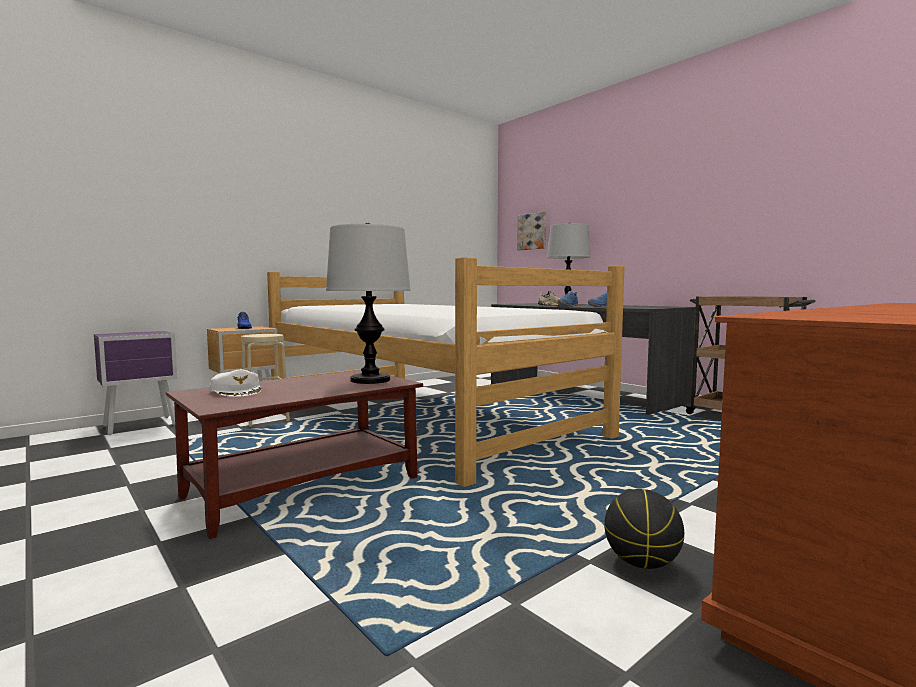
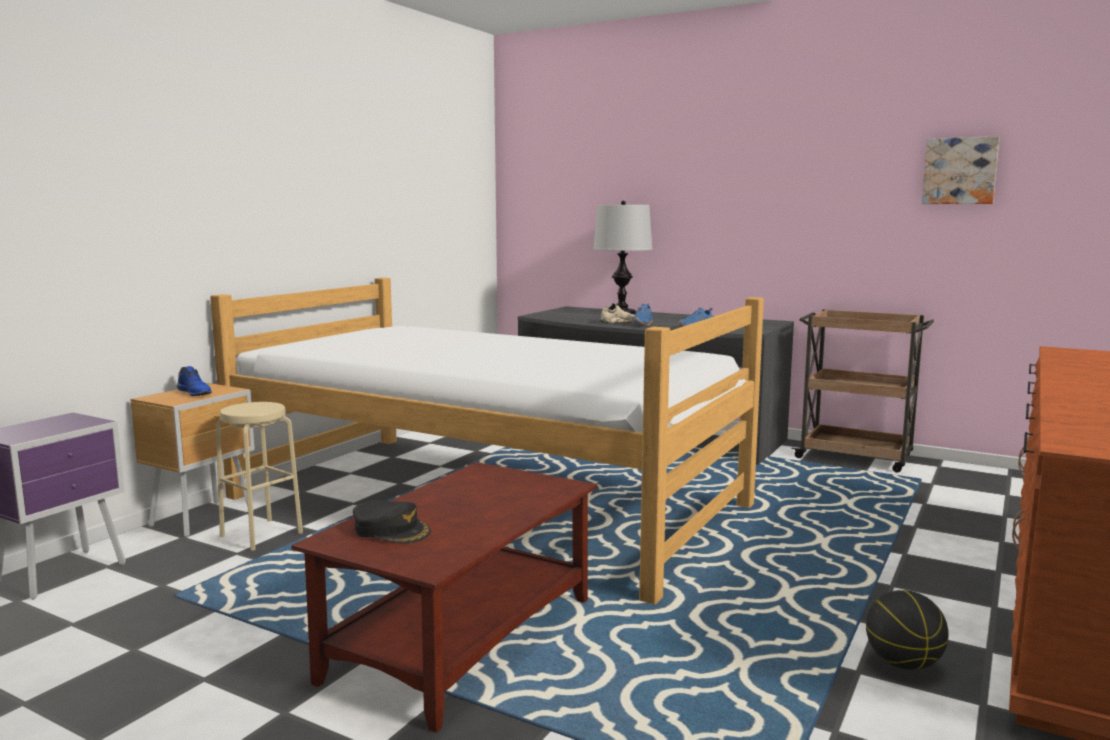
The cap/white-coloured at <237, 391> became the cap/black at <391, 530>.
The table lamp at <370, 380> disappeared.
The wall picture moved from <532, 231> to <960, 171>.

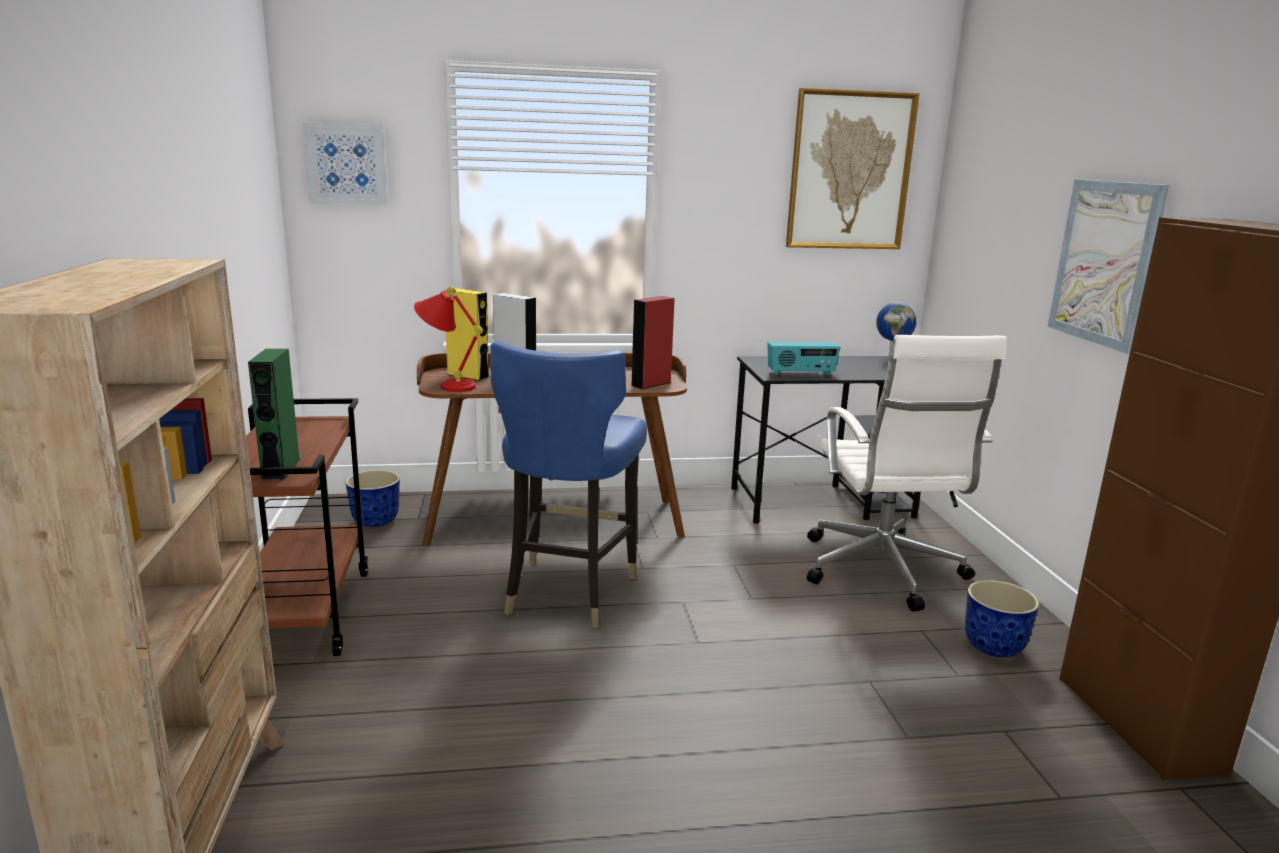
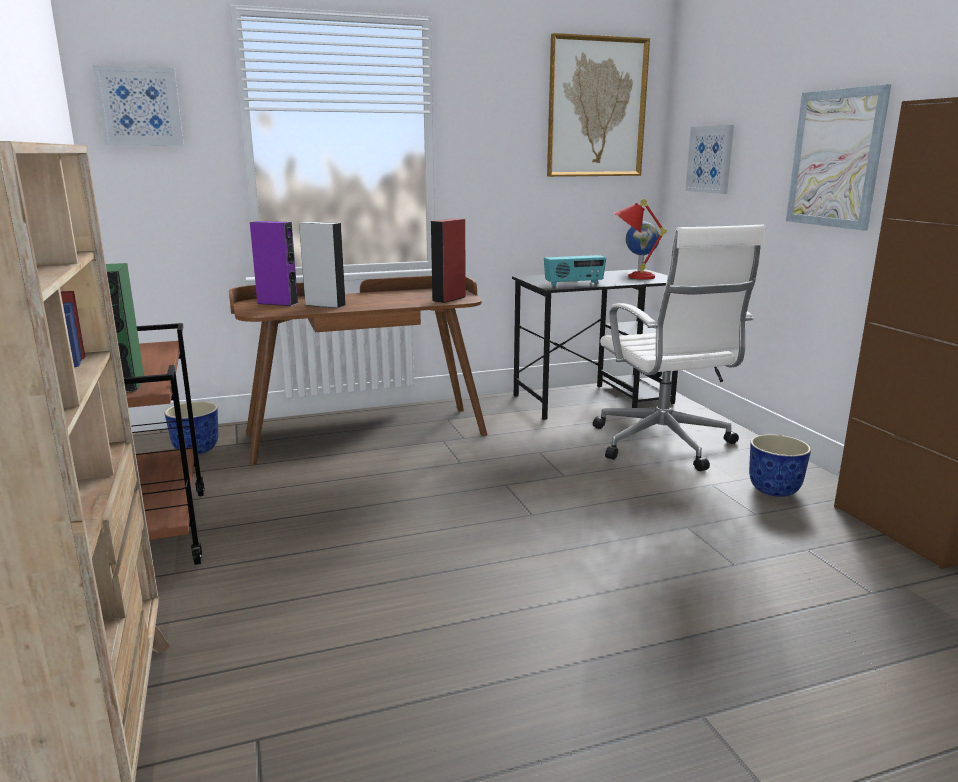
The table lamp/red moved from <446, 386> to <631, 277>.
The speaker/yellowish at <468, 376> became the speaker/purplish at <277, 303>.
The upright chair/blue at <568, 591> disappeared.
The wall picture at <710, 159> appeared.

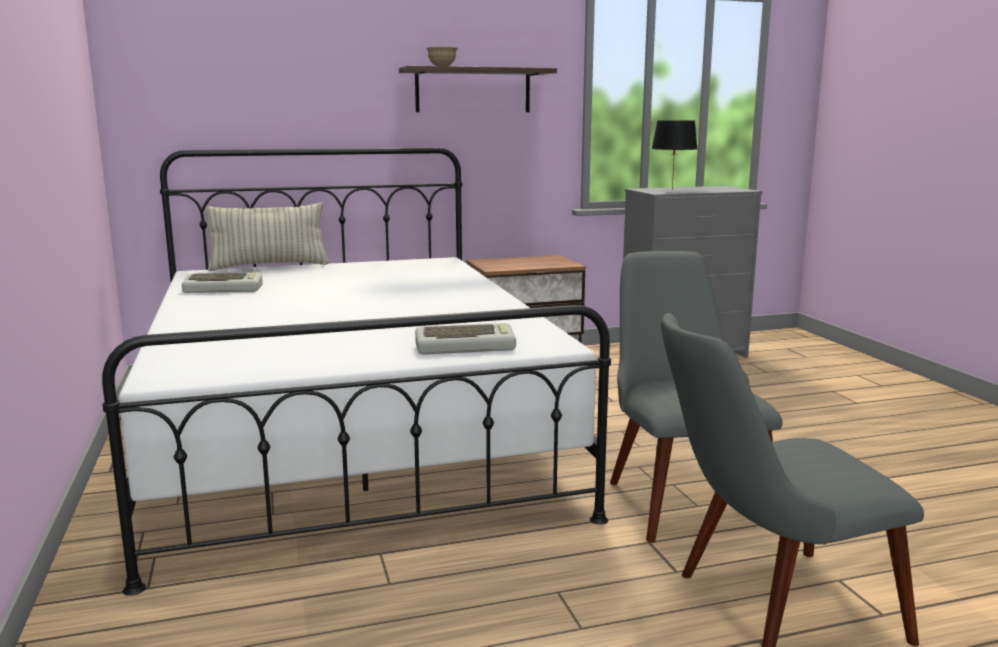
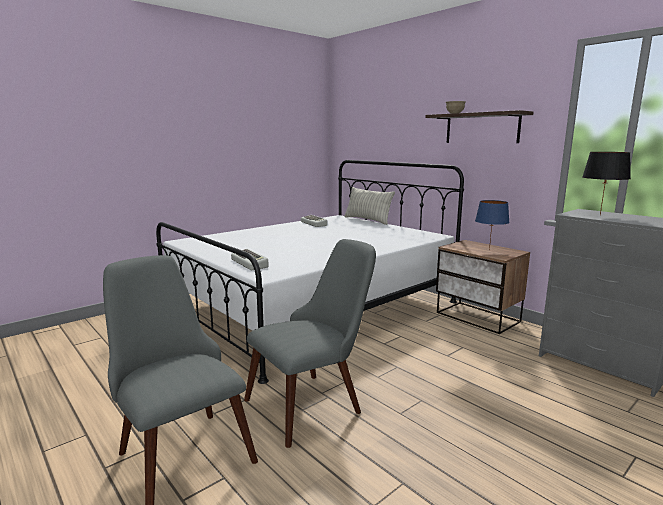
The table lamp/blue at <489, 250> appeared.

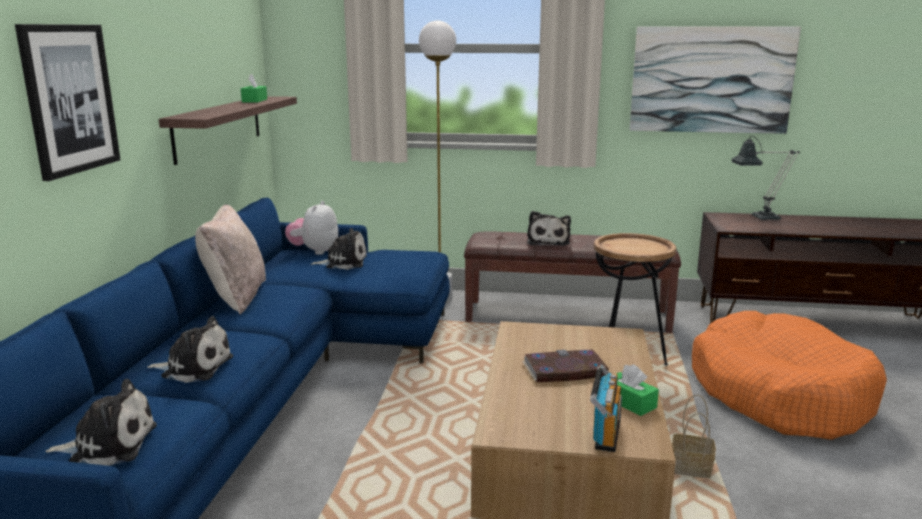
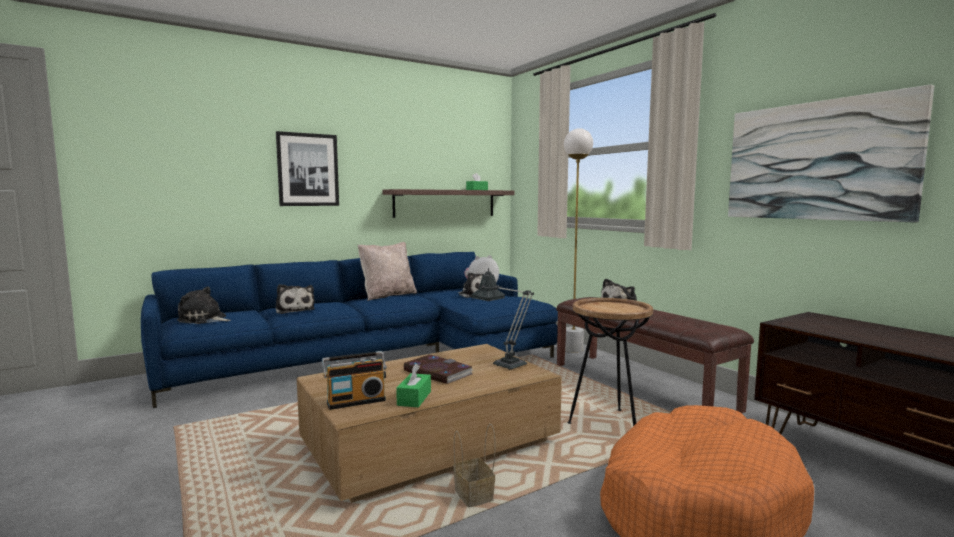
The cuddly toy at <109, 444> turned 150 degrees clockwise.
The table lamp moved from <759, 218> to <504, 363>.

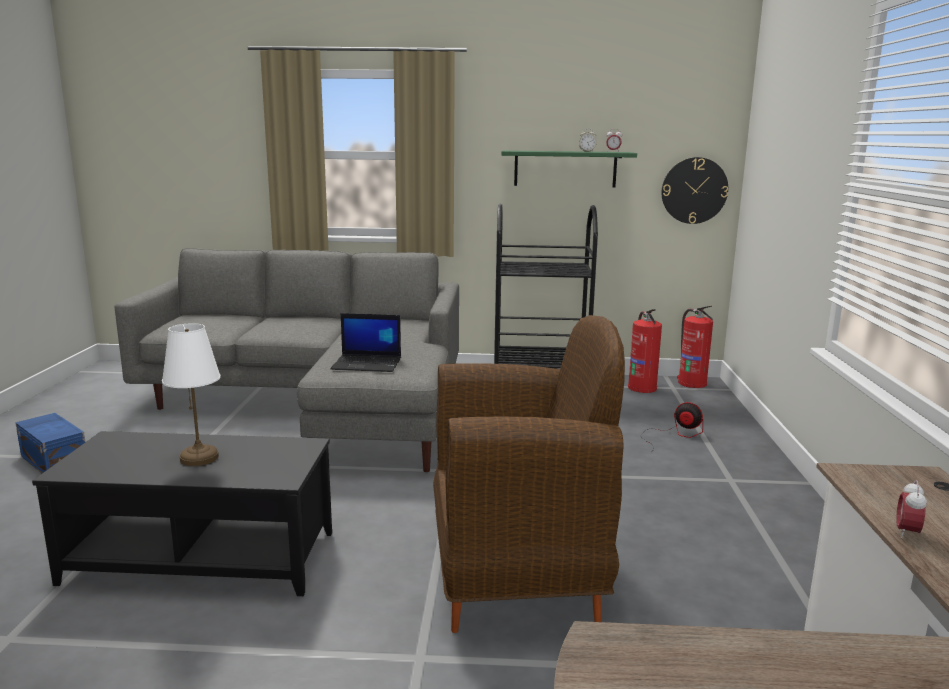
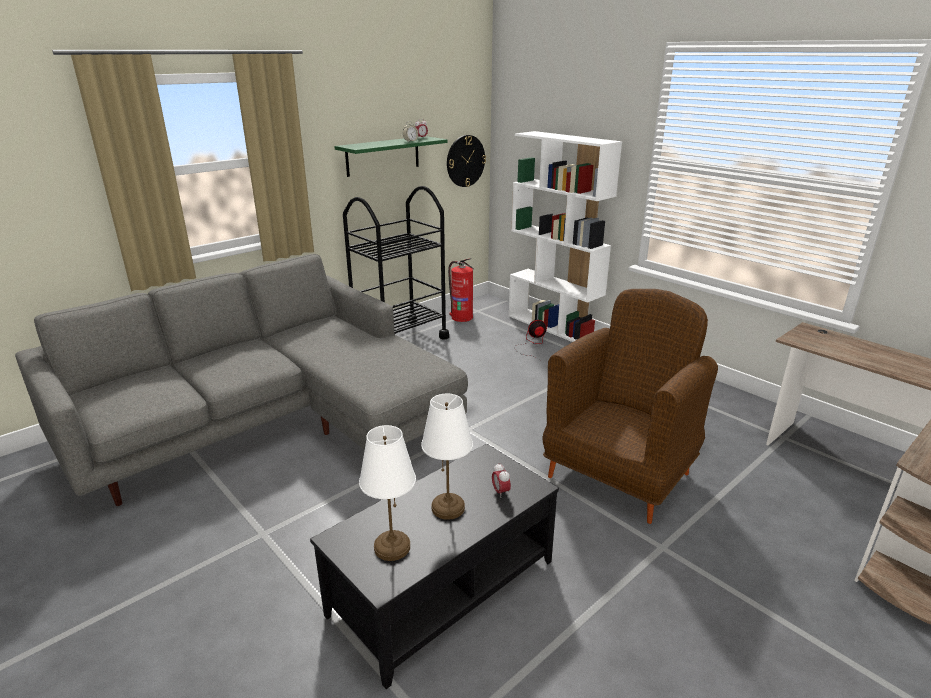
The storage bin/blue at <55, 460> disappeared.
The laptop at <368, 364> disappeared.
The extinguisher at <691, 383> disappeared.
The alarm clock moved from <906, 533> to <500, 492>.
The table lamp/white-coloured at <391, 548> appeared.
The bookshelf/white-coloured at <553, 326> appeared.

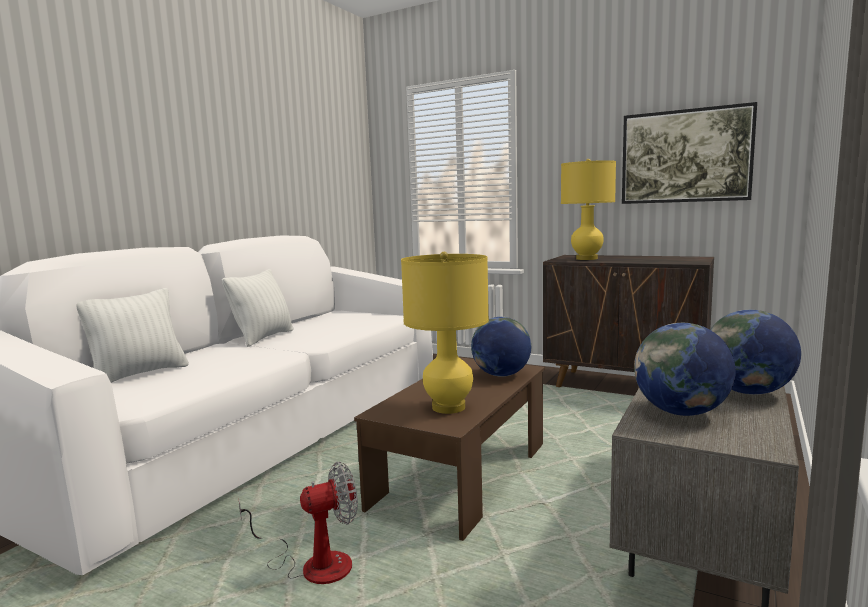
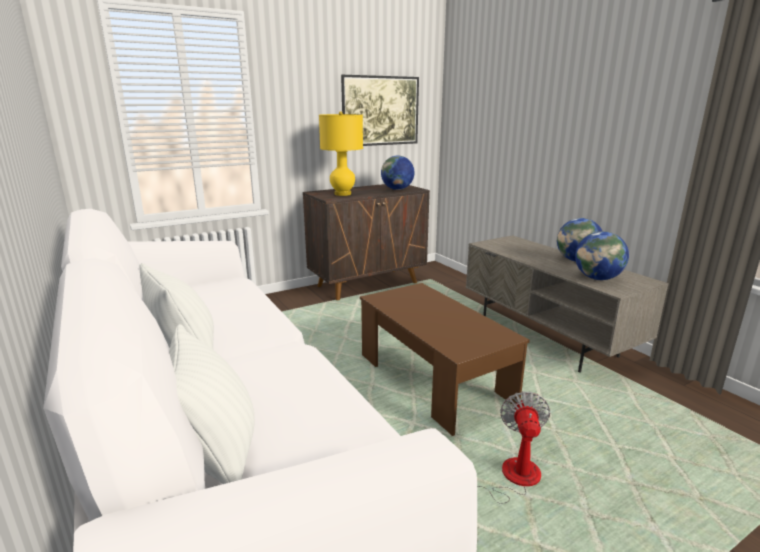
The table lamp/yellowish at <448, 407> disappeared.
The world globe moved from <501, 375> to <397, 189>.

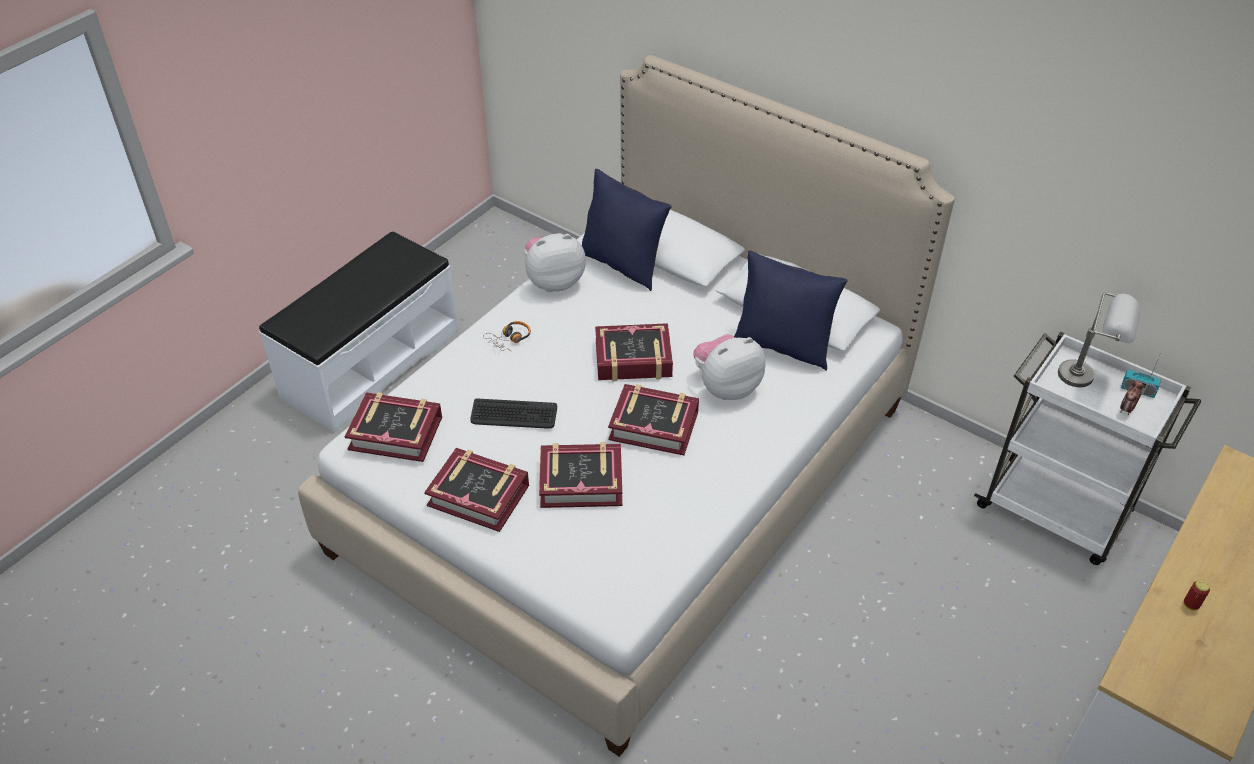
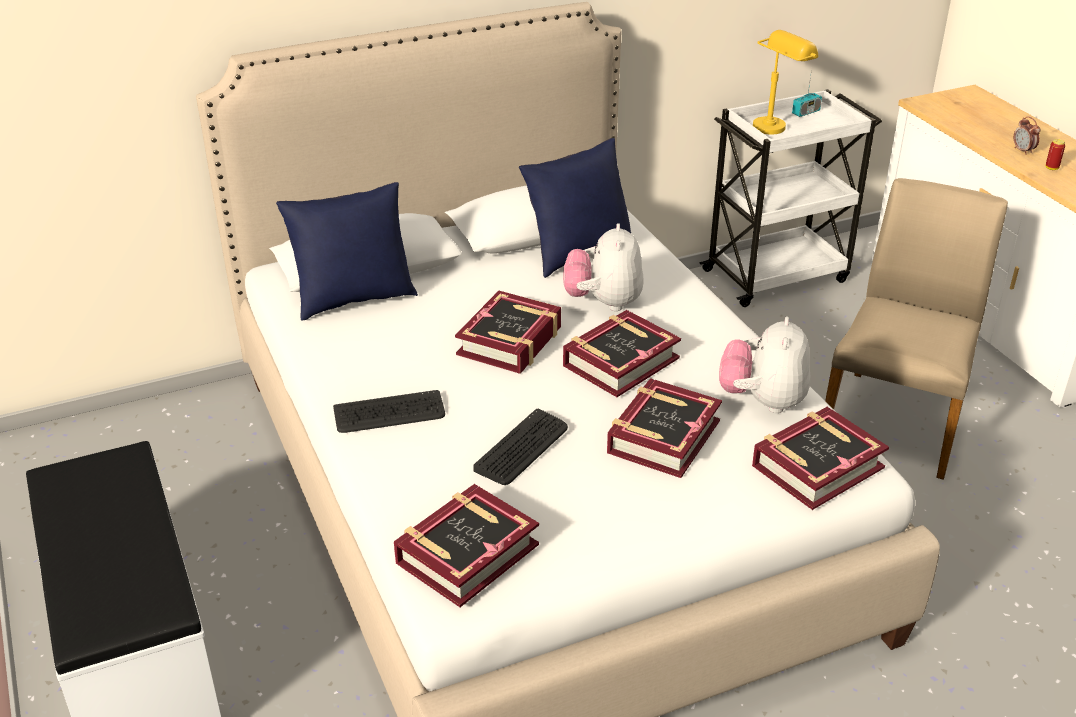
The book moved from <479, 495> to <817, 466>.
The pair of headphones at <509, 339> was replaced by the computer keyboard at <389, 413>.
The cuddly toy moved from <554, 281> to <762, 401>.
The table lamp/grey at <1088, 378> became the table lamp/yellowish at <776, 124>.
The alarm clock moved from <1126, 409> to <1023, 151>.
The upright chair/sand-coloured at <895, 420> appeared.

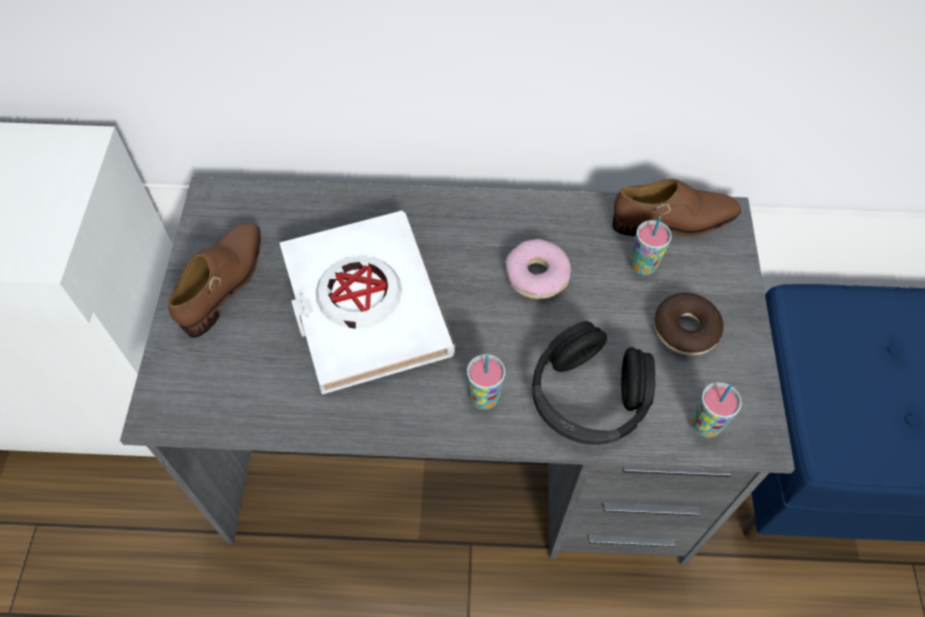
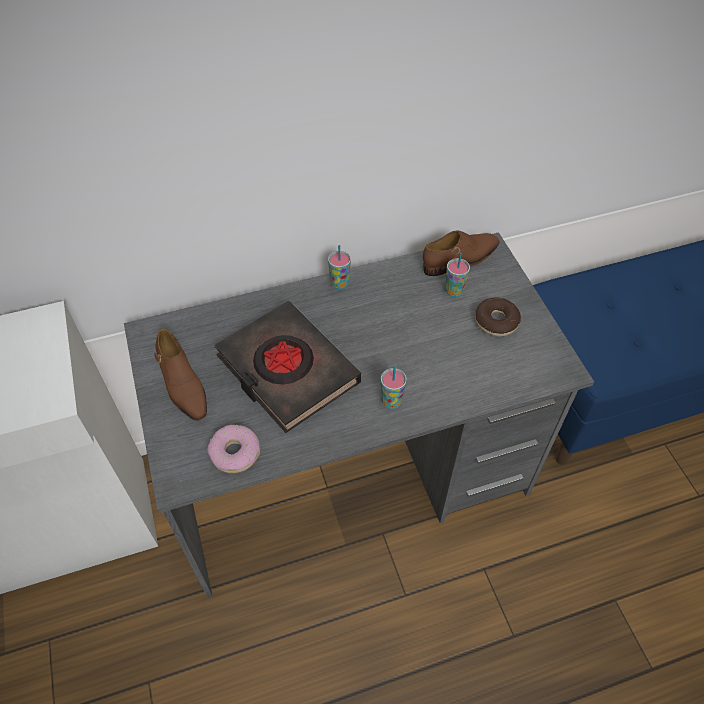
The low shoe/brown at <224, 283> turned 150 degrees clockwise.
The book/white-coloured at <365, 306> became the book/black at <287, 370>.
The donut moved from <537, 275> to <235, 453>.
The pair of headphones/black at <588, 397> disappeared.
The drinking cup moved from <705, 425> to <340, 284>.

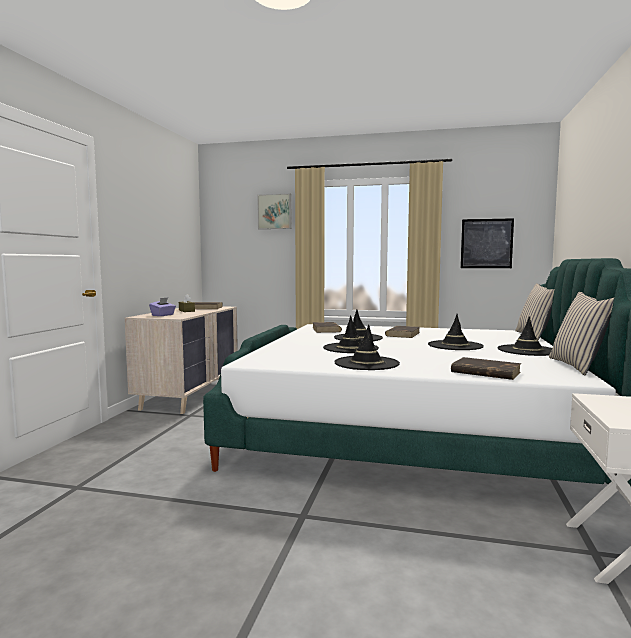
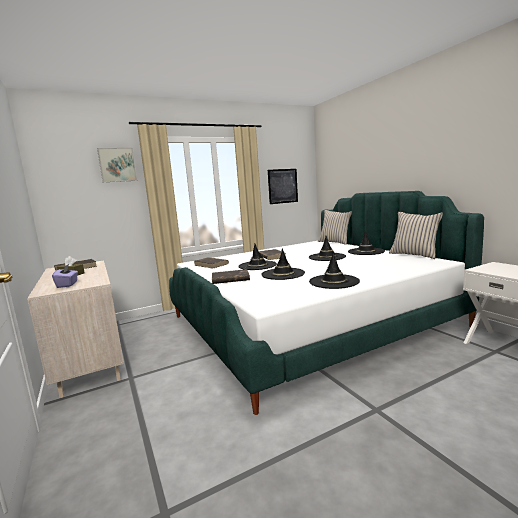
The book/brown moved from <485, 372> to <230, 279>.

